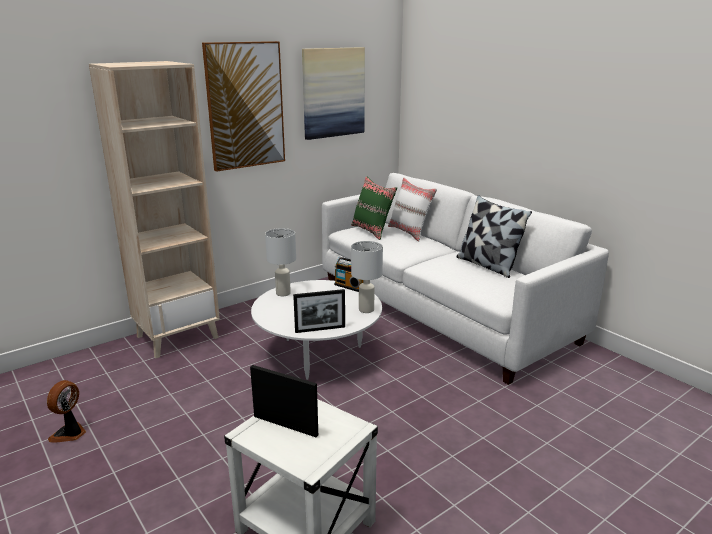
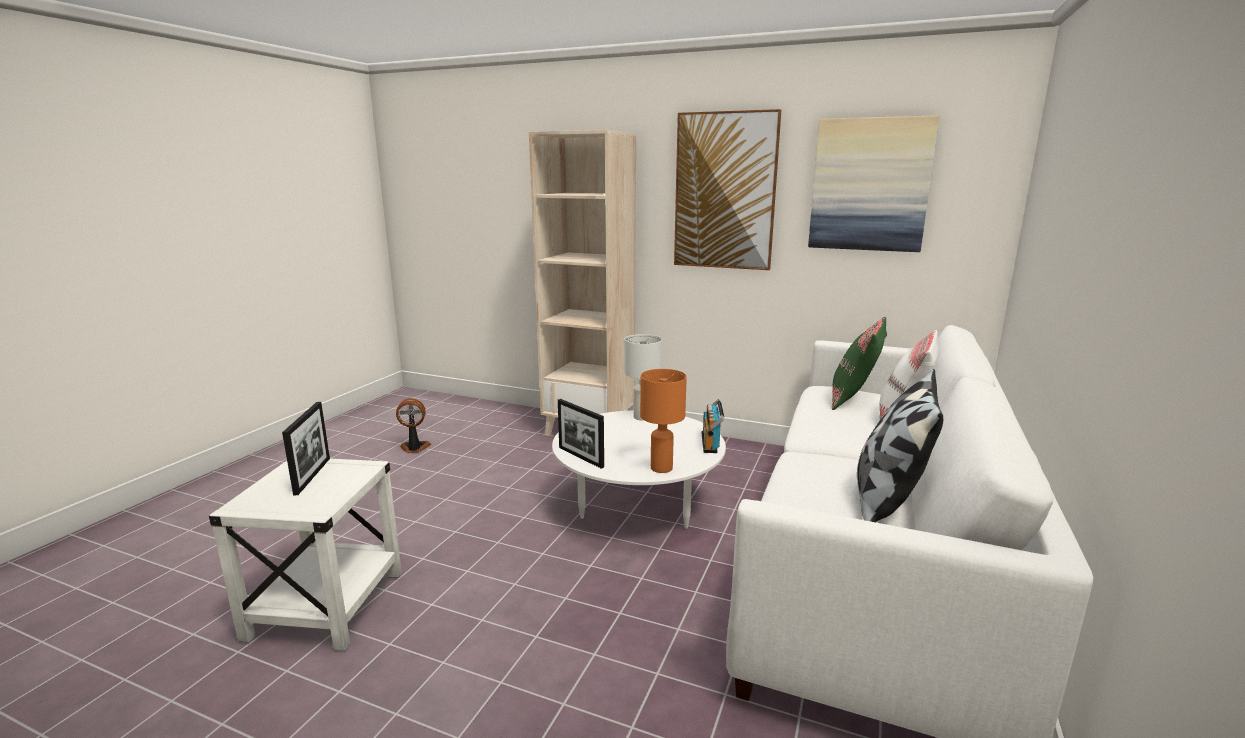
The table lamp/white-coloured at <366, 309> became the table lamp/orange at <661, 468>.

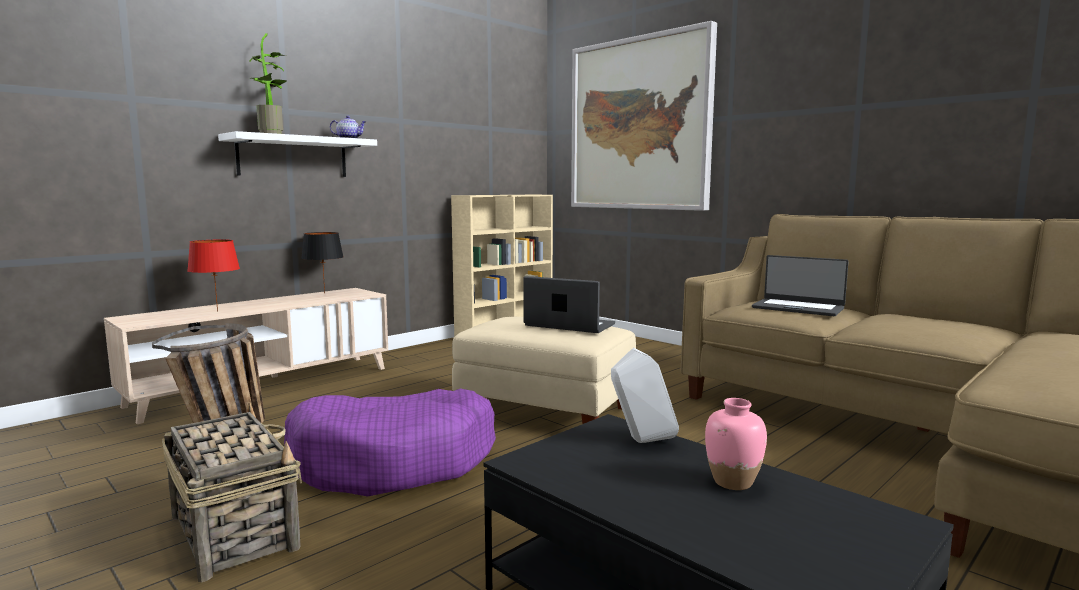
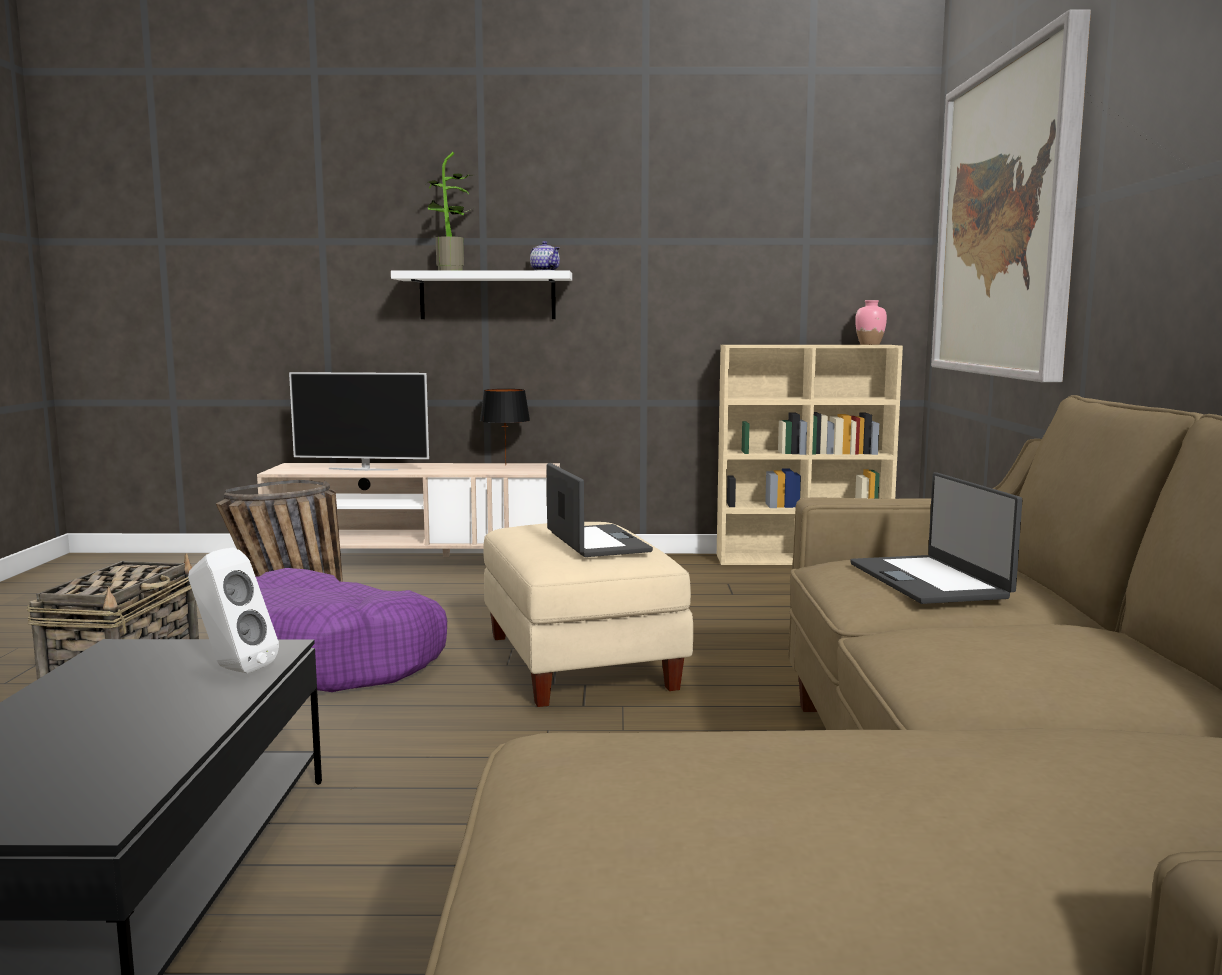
The table lamp/red at <217, 311> was replaced by the TV at <363, 469>.
The flower vase/pink-coloured moved from <733, 482> to <869, 344>.

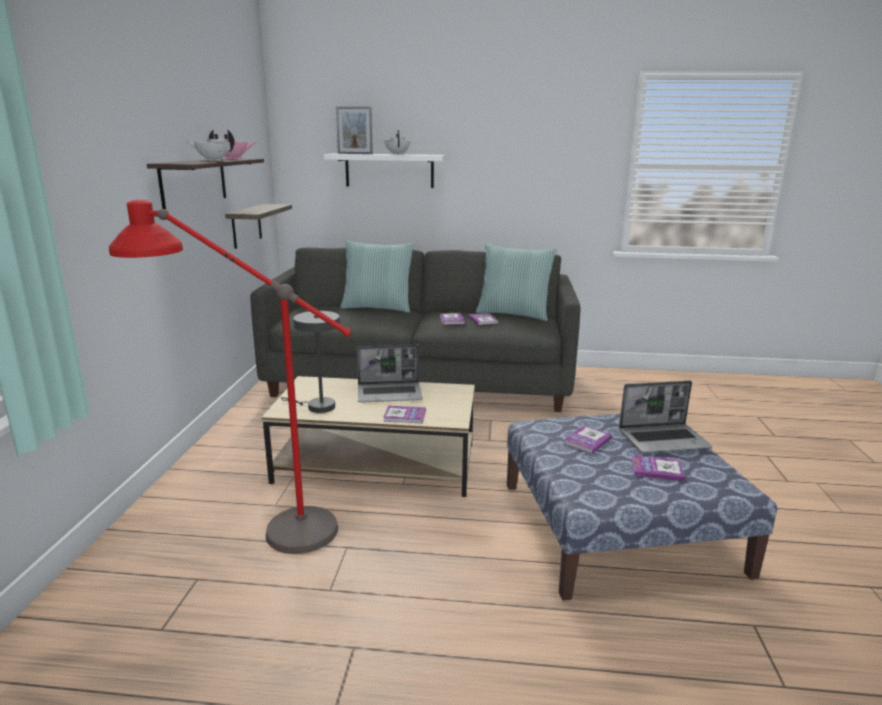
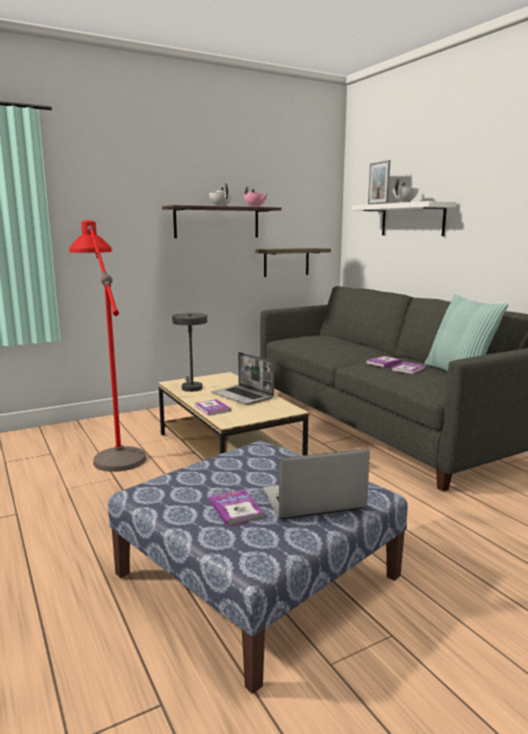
The throw pillow at <377, 307> disappeared.
The book at <587, 441> disappeared.
The laptop at <664, 439> turned 120 degrees clockwise.

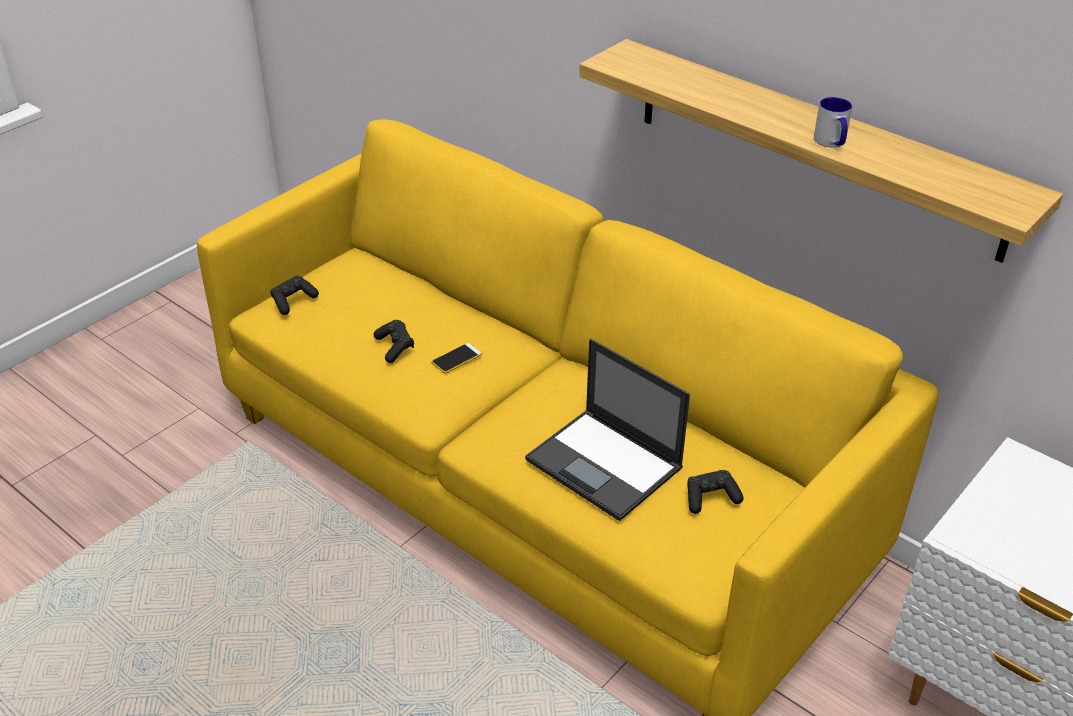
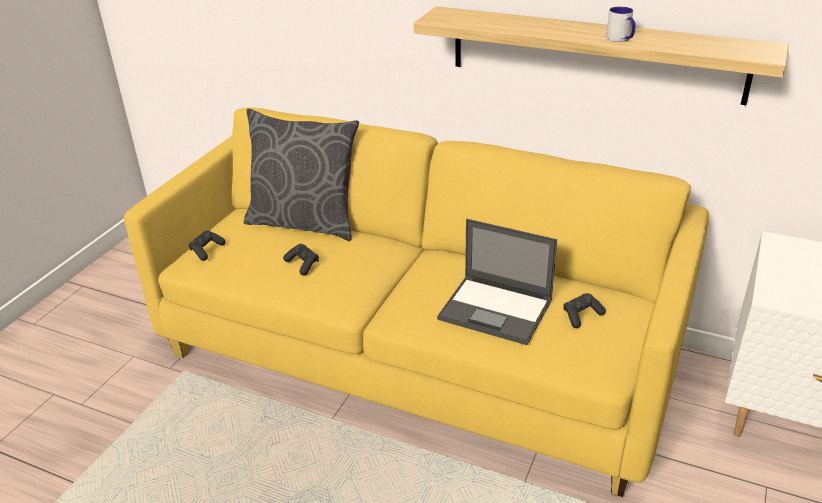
The telephone at <456, 358> disappeared.
The throw pillow/grey at <304, 222> appeared.

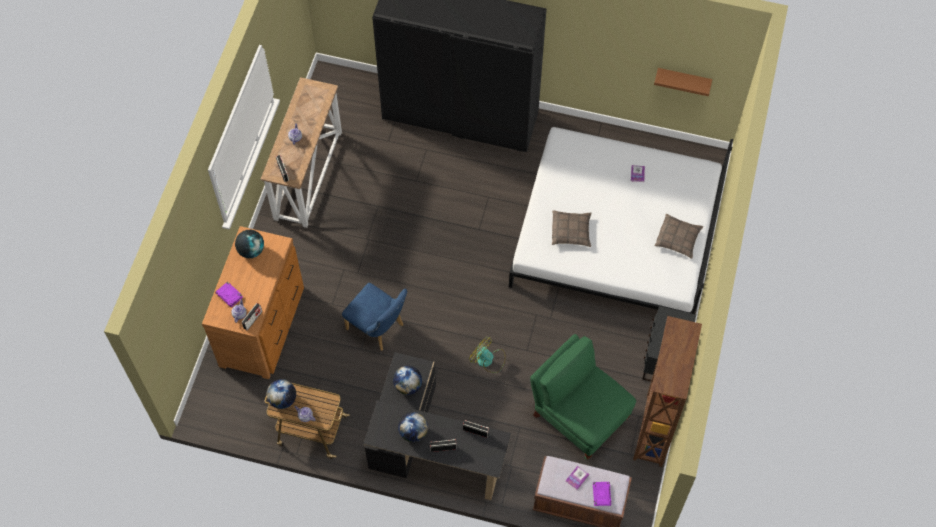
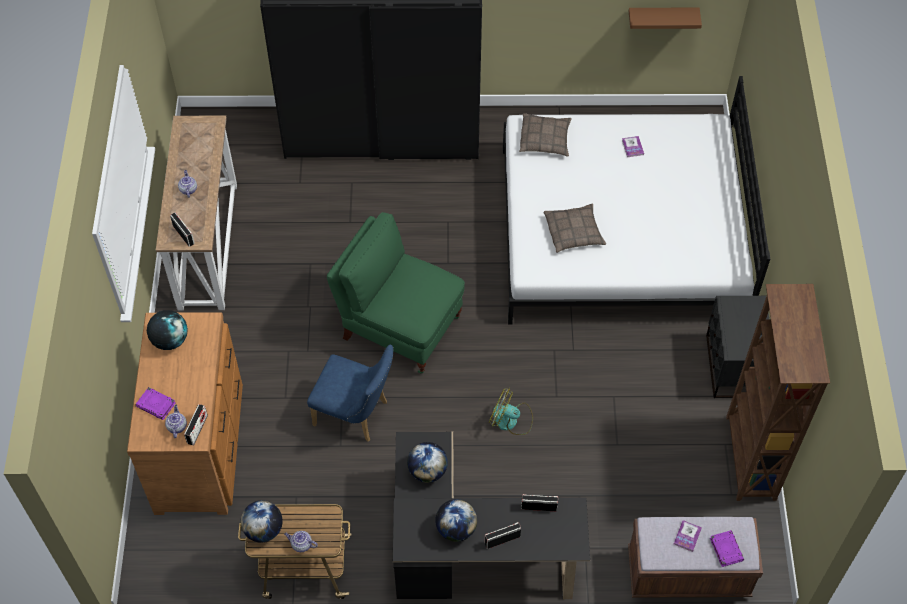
The upright chair/green moved from <579, 416> to <400, 327>.
The throw pillow moved from <678, 239> to <545, 139>.

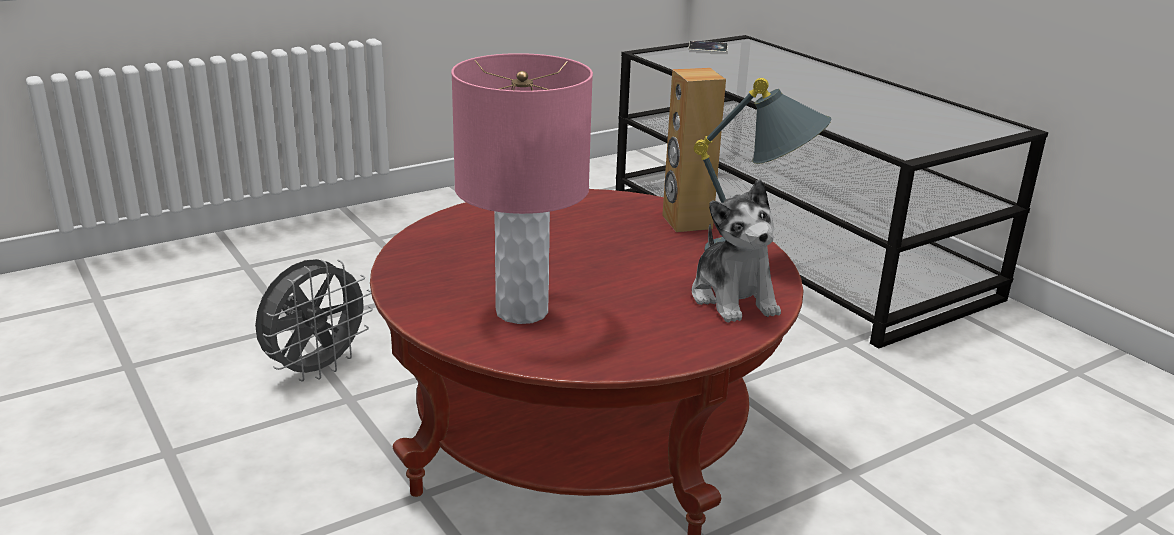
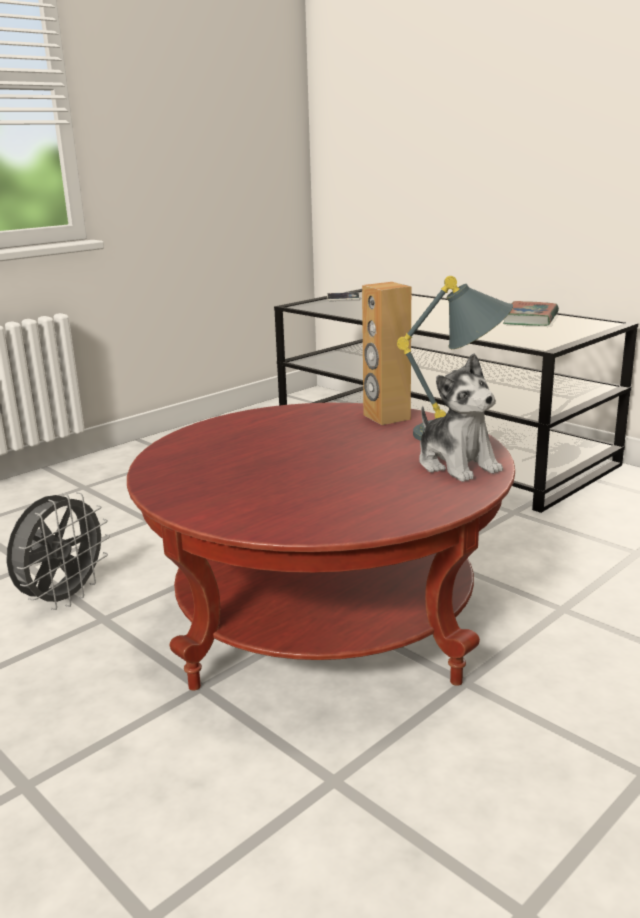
The table lamp/pink-coloured at <522, 311> disappeared.
The book at <530, 319> appeared.

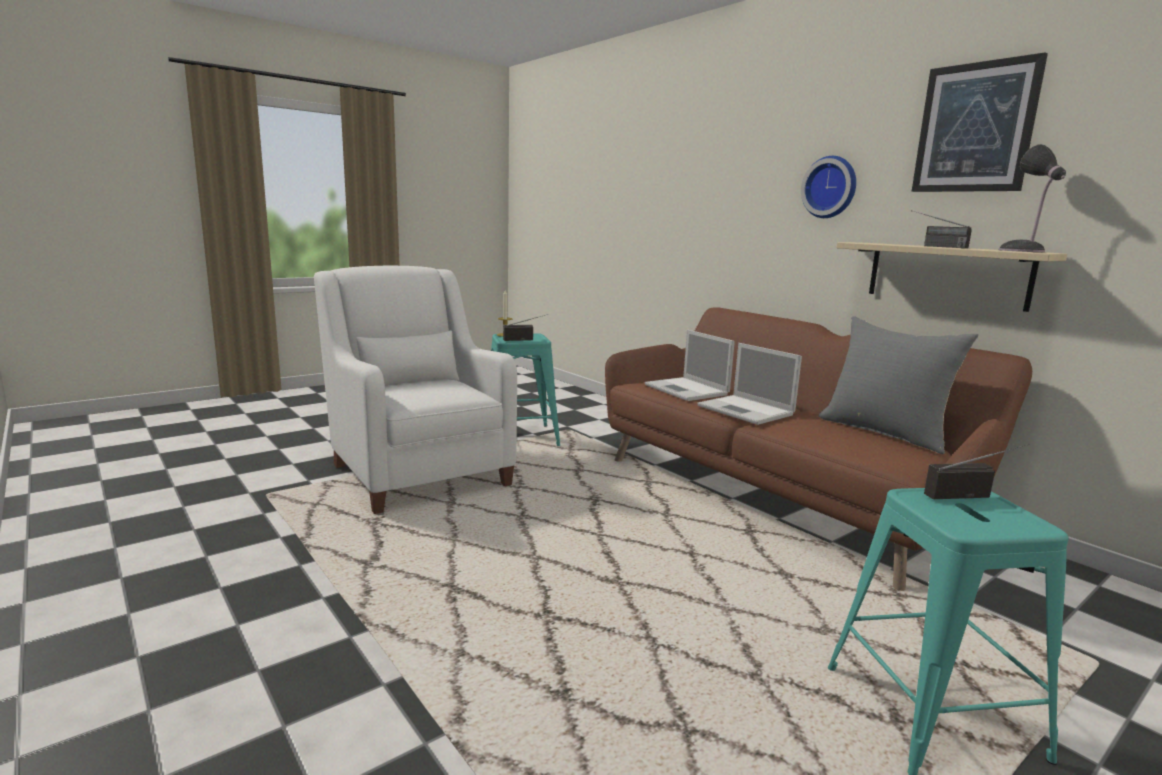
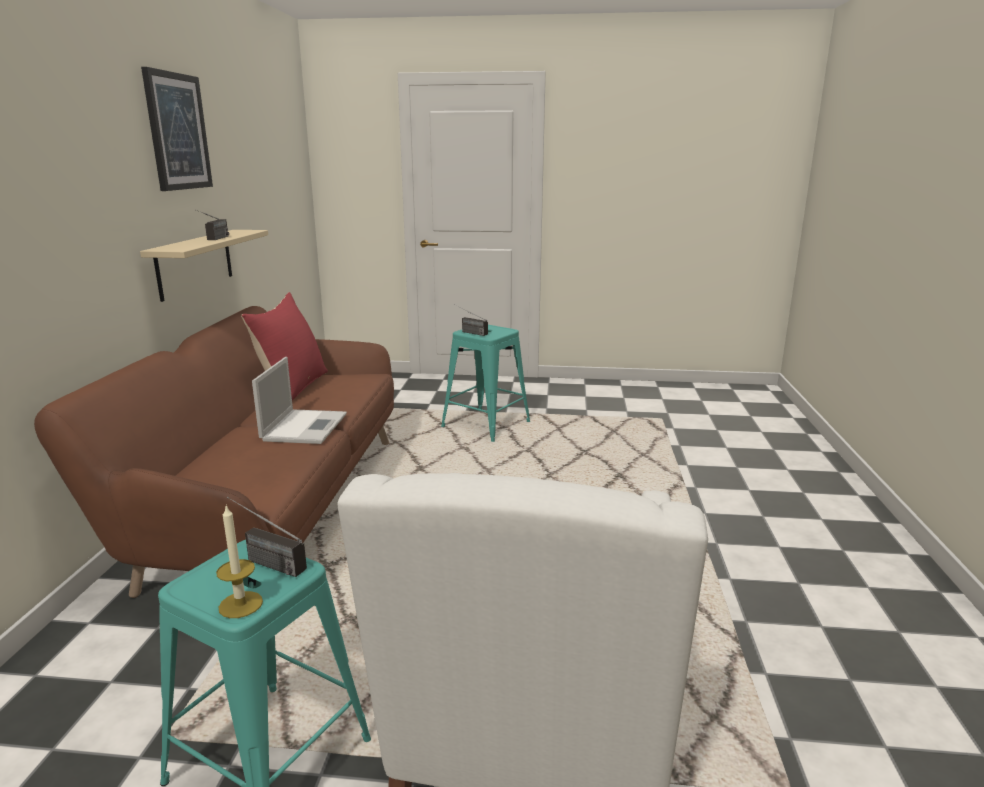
The laptop at <687, 390> disappeared.
The hanging clock at <831, 187> disappeared.
The throw pillow/grey at <885, 432> became the throw pillow/red at <293, 387>.
The table lamp at <1023, 251> disappeared.

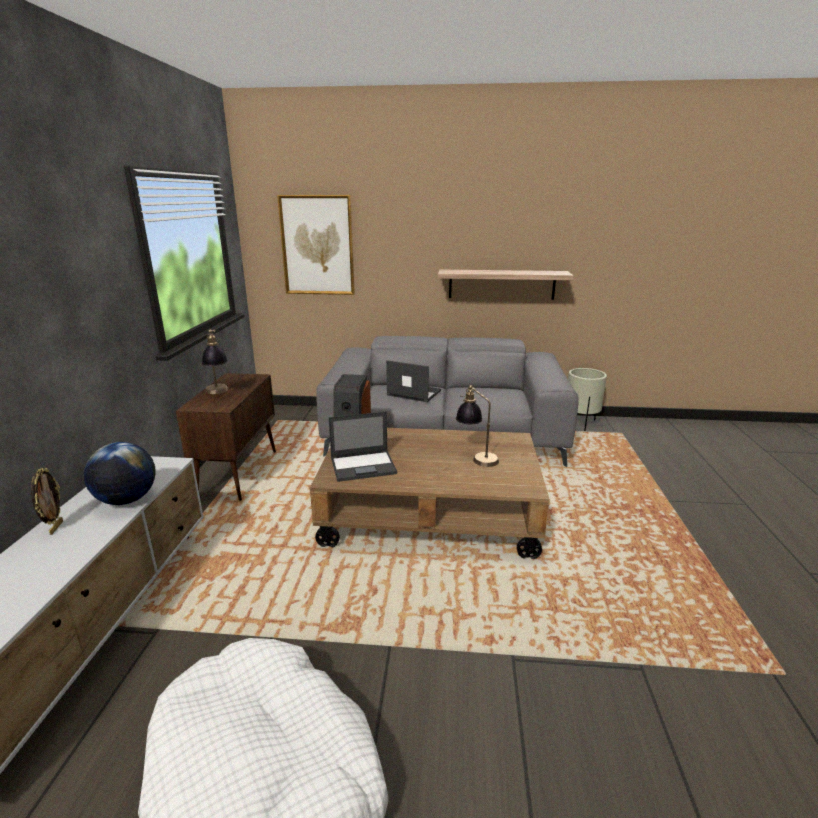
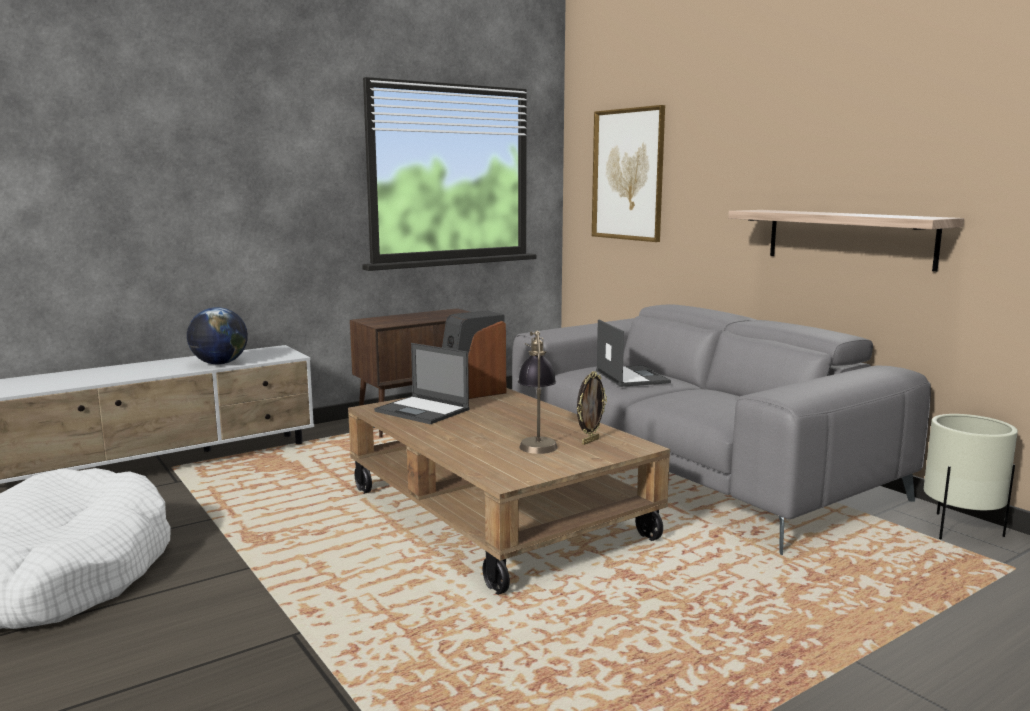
The picture frame moved from <55, 527> to <590, 441>.
The table lamp at <218, 393> disappeared.

